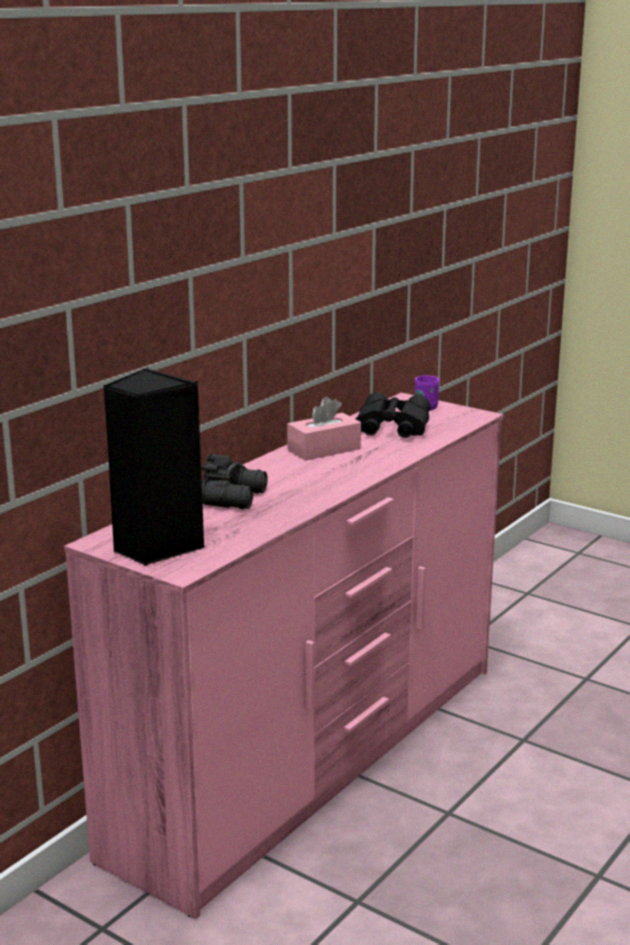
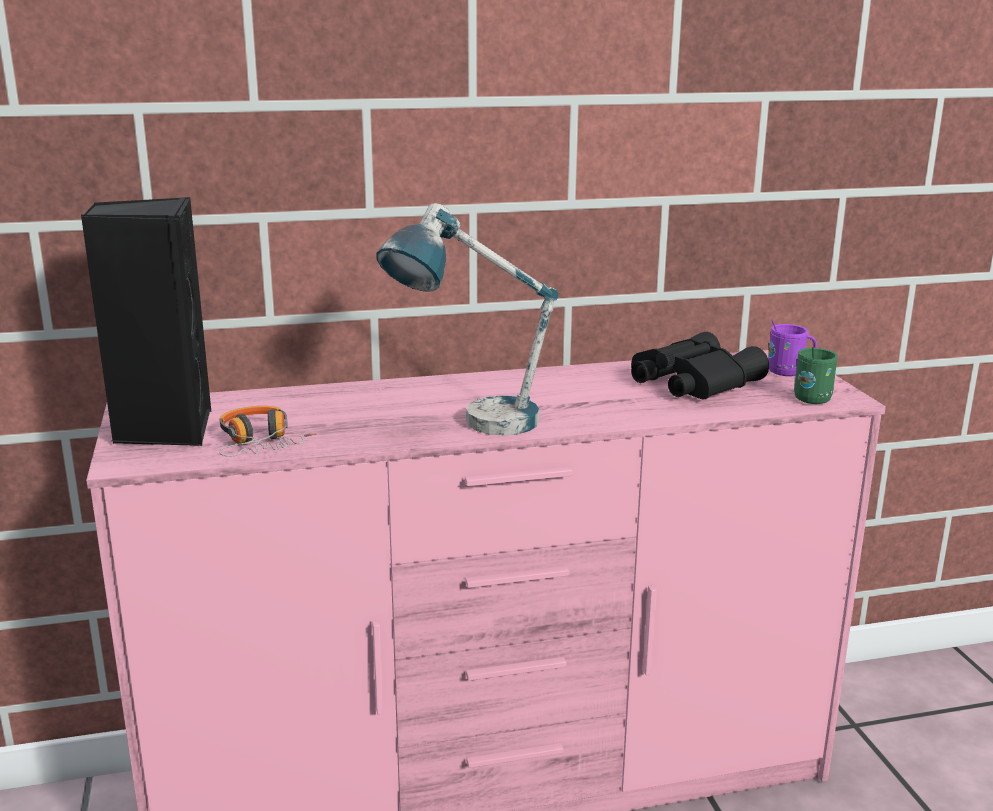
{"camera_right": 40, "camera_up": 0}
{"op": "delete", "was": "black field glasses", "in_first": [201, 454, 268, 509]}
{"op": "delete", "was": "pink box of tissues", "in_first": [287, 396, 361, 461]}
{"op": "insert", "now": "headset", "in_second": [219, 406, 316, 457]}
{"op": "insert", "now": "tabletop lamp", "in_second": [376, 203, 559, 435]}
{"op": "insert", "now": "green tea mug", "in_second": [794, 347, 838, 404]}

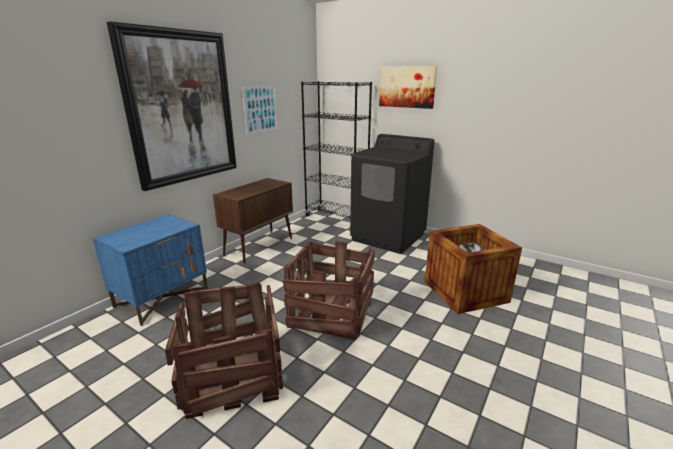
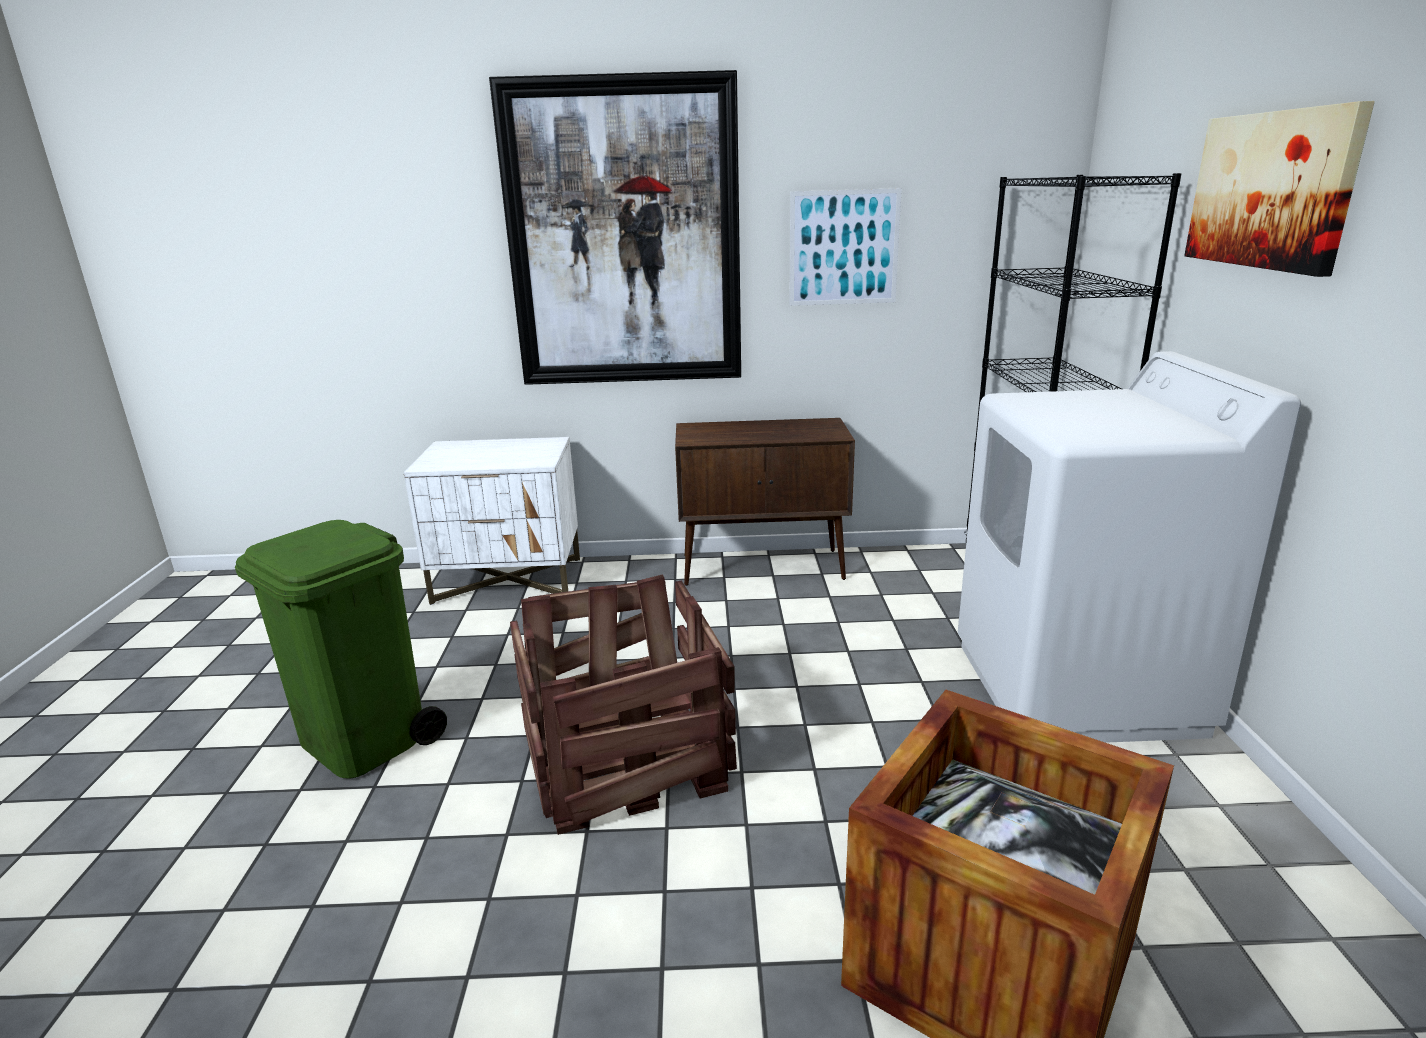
{"camera_right": 55, "camera_up": 0}
{"op": "replace", "was": "packing crate", "now": "green waste bin", "in_first": [165, 282, 283, 419], "in_second": [235, 520, 447, 779]}
{"op": "recolor", "was": "blue night table", "now": "white-coloured night table", "in_first": [92, 214, 208, 326], "in_second": [404, 437, 580, 605]}
{"op": "recolor", "was": "black washing machine", "now": "white-coloured washing machine", "in_first": [350, 134, 435, 254], "in_second": [958, 351, 1301, 743]}

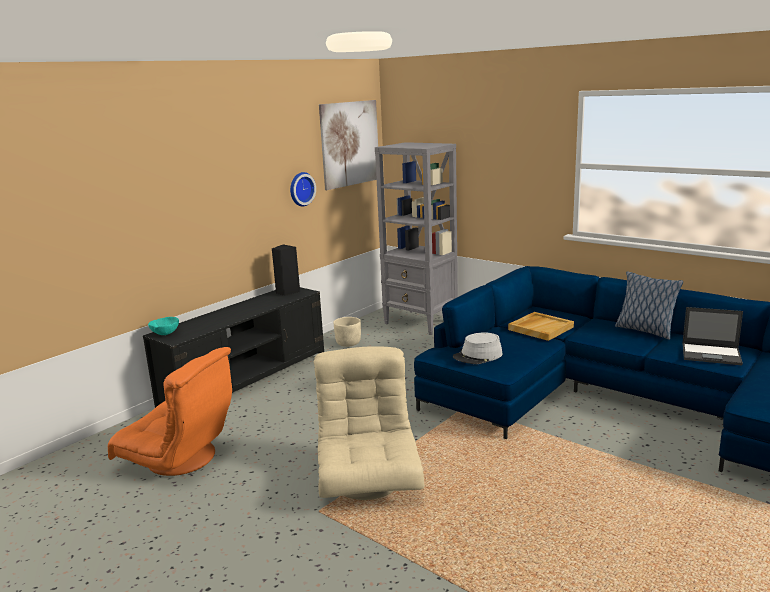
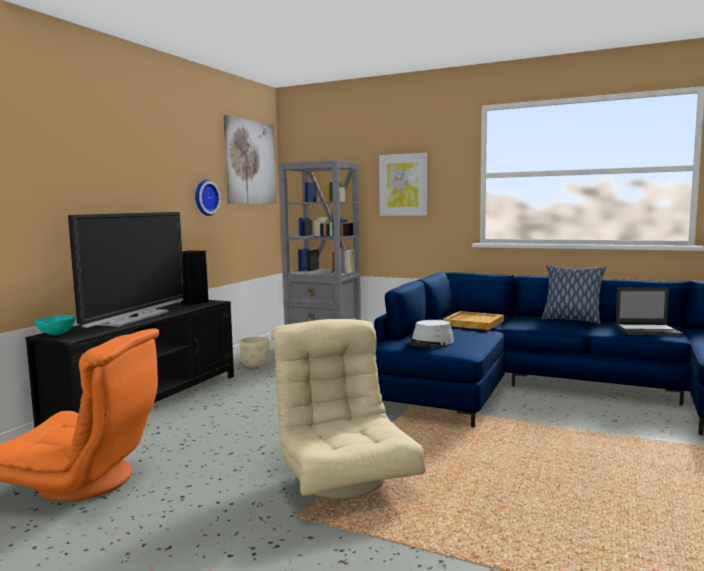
{"camera_right": -15, "camera_up": -10}
{"op": "insert", "now": "television", "in_second": [68, 212, 185, 328]}
{"op": "insert", "now": "wall art", "in_second": [379, 153, 427, 216]}

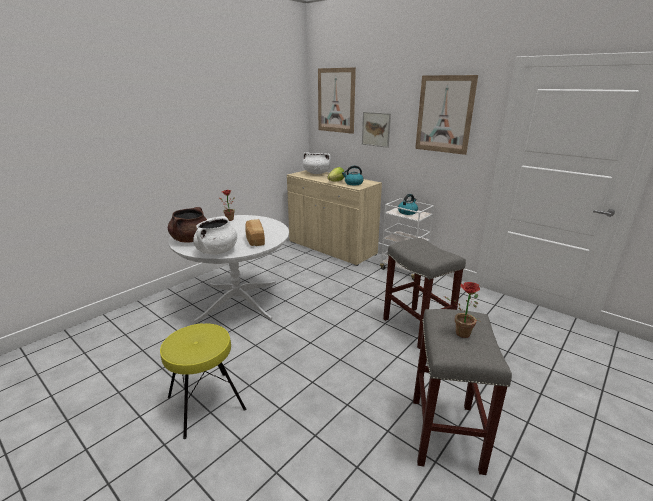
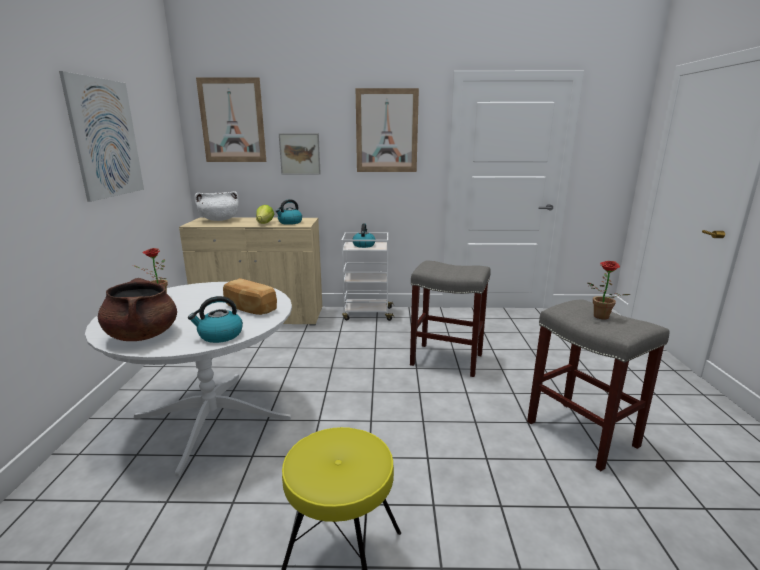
{"camera_right": -40, "camera_up": -5}
{"op": "insert", "now": "wall art", "in_second": [59, 71, 144, 202]}
{"op": "replace", "was": "white-coloured cooking pot", "now": "kettle", "in_first": [193, 216, 237, 254], "in_second": [188, 296, 243, 343]}

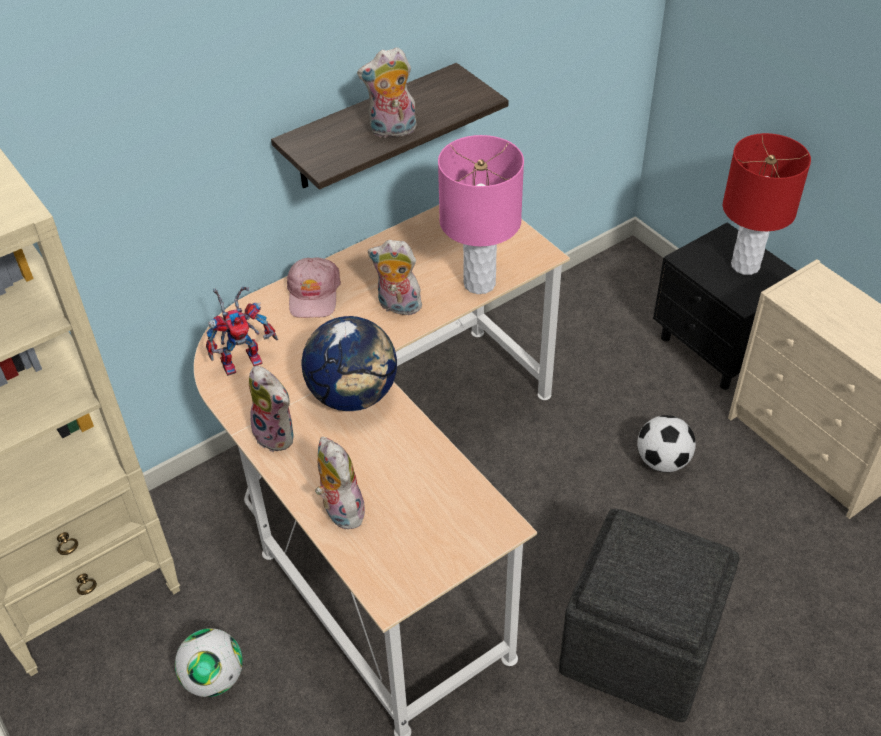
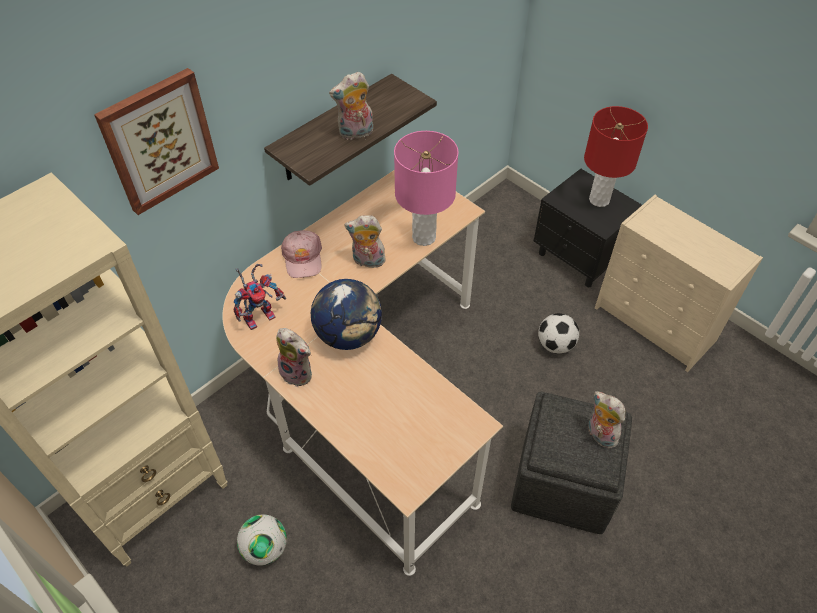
{"camera_right": -10, "camera_up": 5}
{"op": "insert", "now": "wall art", "in_second": [94, 68, 219, 215]}
{"op": "move", "was": "cuddly toy", "in_first": [315, 437, 365, 529], "in_second": [588, 391, 625, 448]}

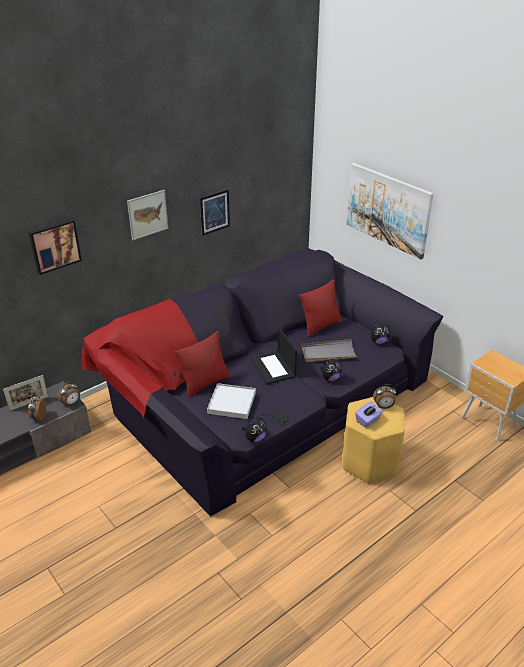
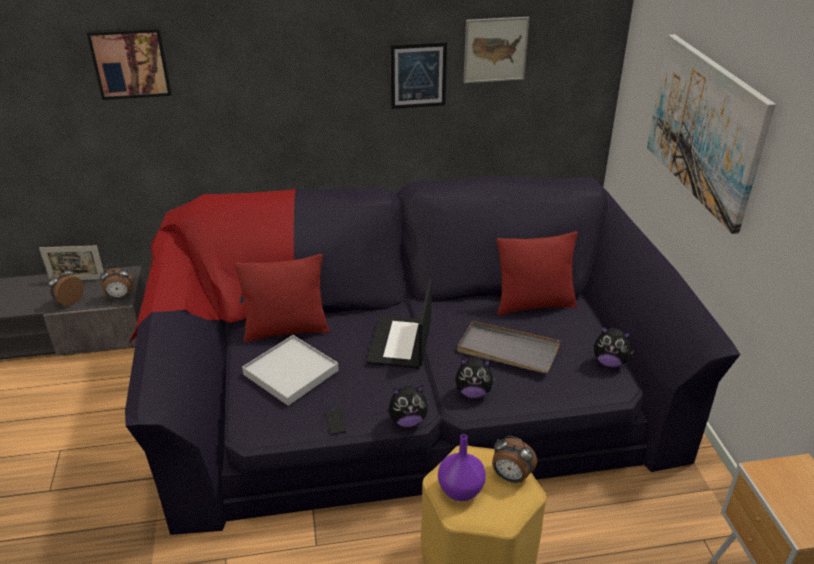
{"camera_right": 30, "camera_up": 0}
{"op": "move", "was": "wall art", "in_first": [127, 190, 168, 240], "in_second": [464, 17, 530, 83]}
{"op": "move", "was": "cuddly toy", "in_first": [242, 415, 267, 442], "in_second": [389, 385, 429, 427]}
{"op": "replace", "was": "purple-coloured box of tissues", "now": "purple-coloured decorative vase", "in_first": [355, 402, 383, 428], "in_second": [438, 434, 486, 501]}

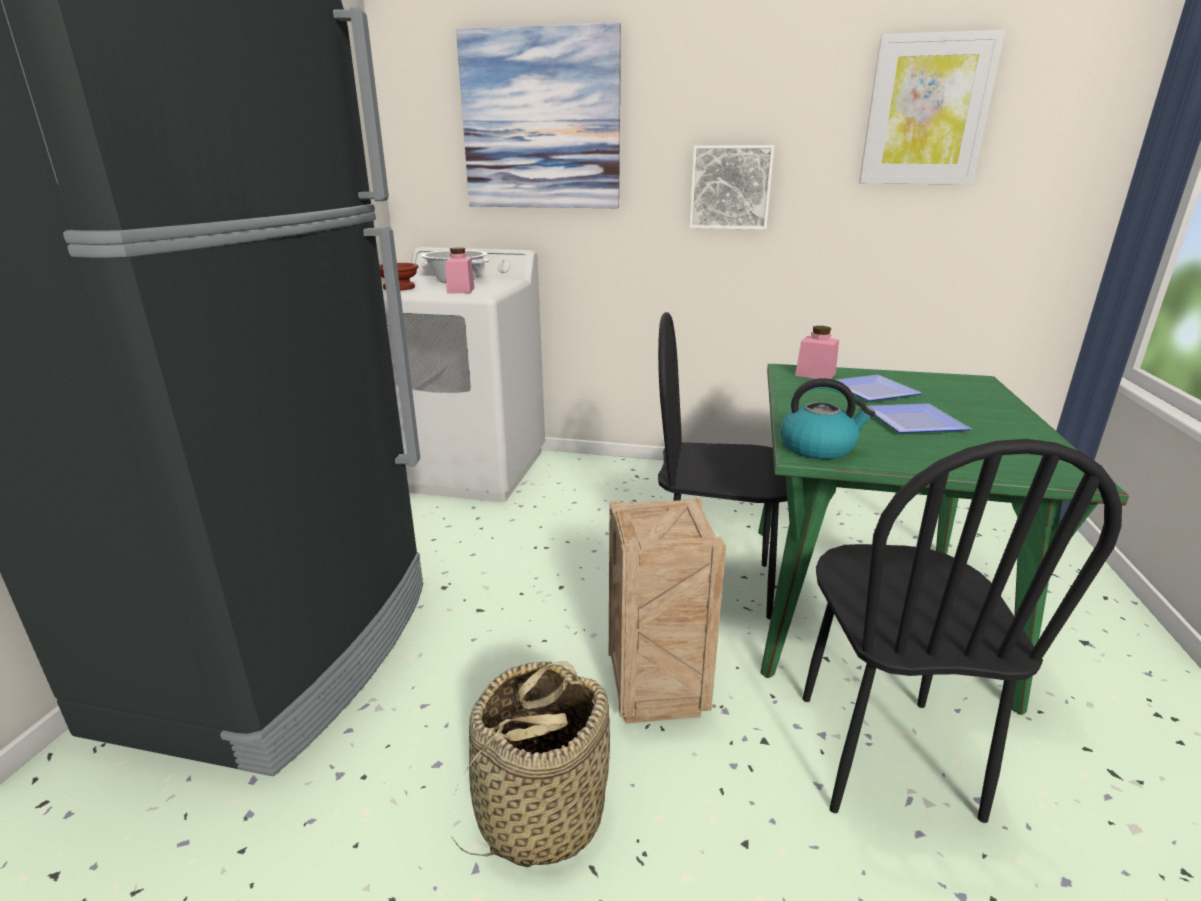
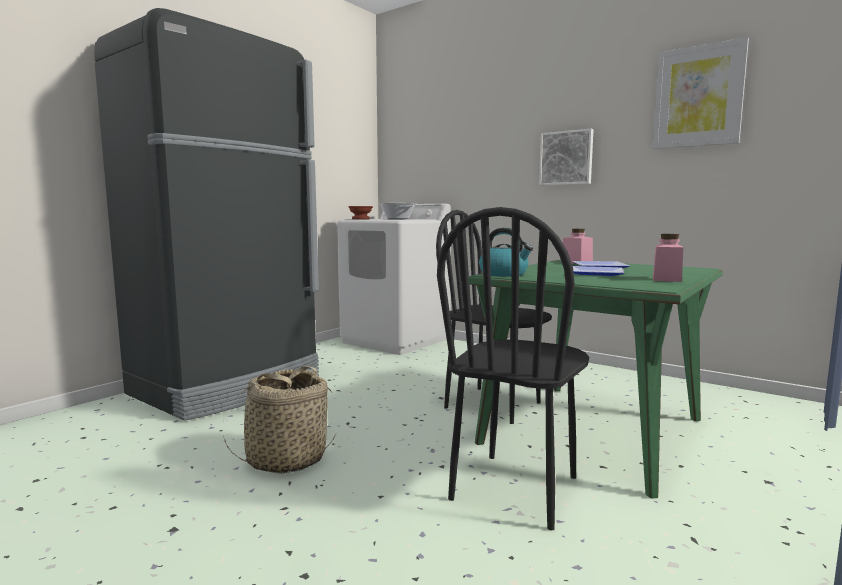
{"camera_right": 25, "camera_up": -15}
{"op": "delete", "was": "wall art", "in_first": [456, 22, 621, 208]}
{"op": "delete", "was": "packing crate", "in_first": [609, 498, 726, 724]}
{"op": "move", "was": "pink jar", "in_first": [445, 247, 475, 293], "in_second": [653, 234, 683, 282]}

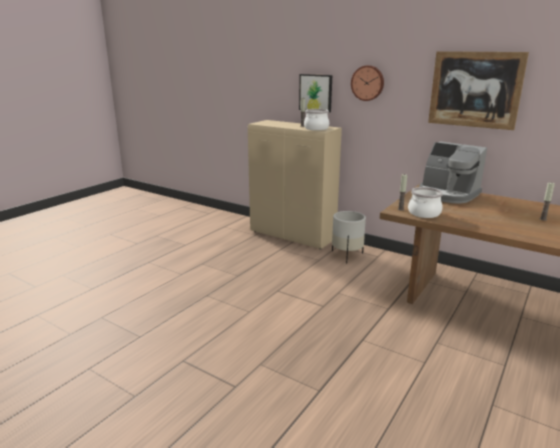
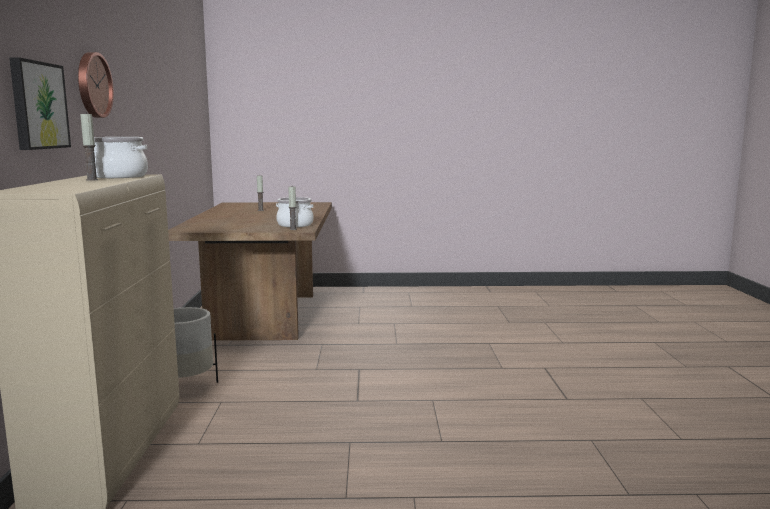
{"camera_right": -125, "camera_up": -10}
{"op": "delete", "was": "coffee machine", "in_first": [419, 141, 487, 204]}
{"op": "delete", "was": "wall art", "in_first": [428, 51, 529, 130]}

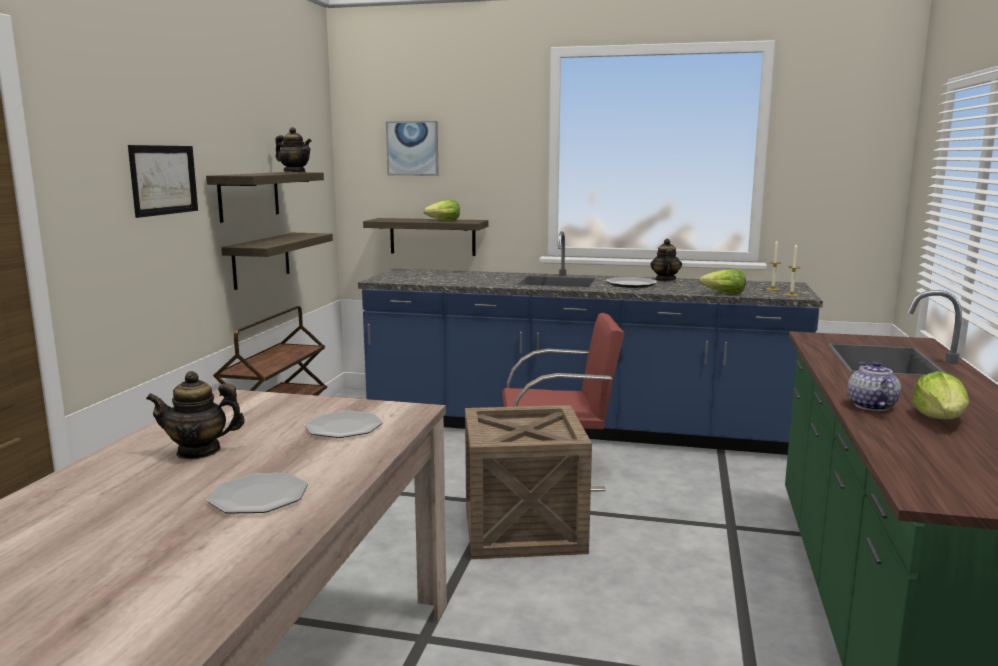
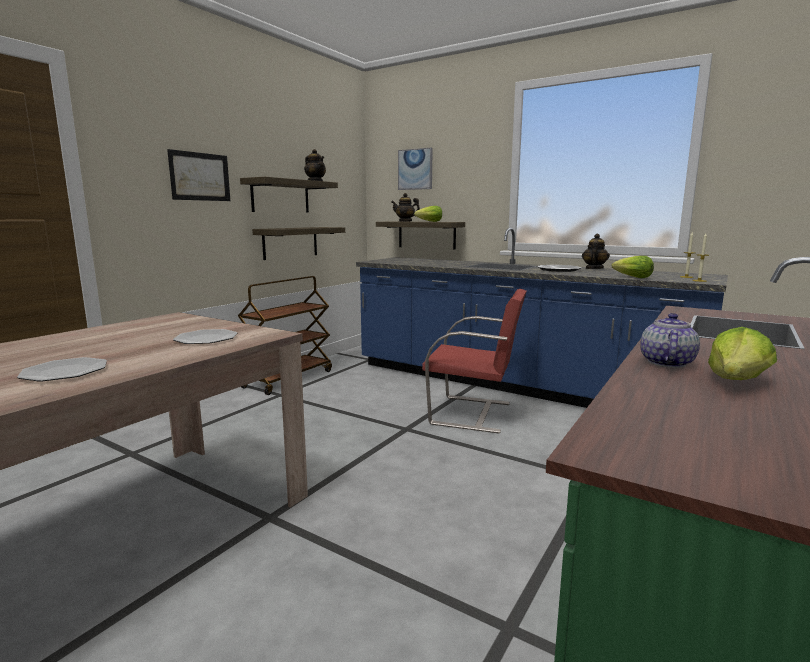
{"camera_right": 20, "camera_up": 0}
{"op": "delete", "was": "packing crate", "in_first": [465, 405, 592, 559]}
{"op": "move", "was": "tea pot", "in_first": [146, 371, 245, 459], "in_second": [391, 193, 420, 222]}

